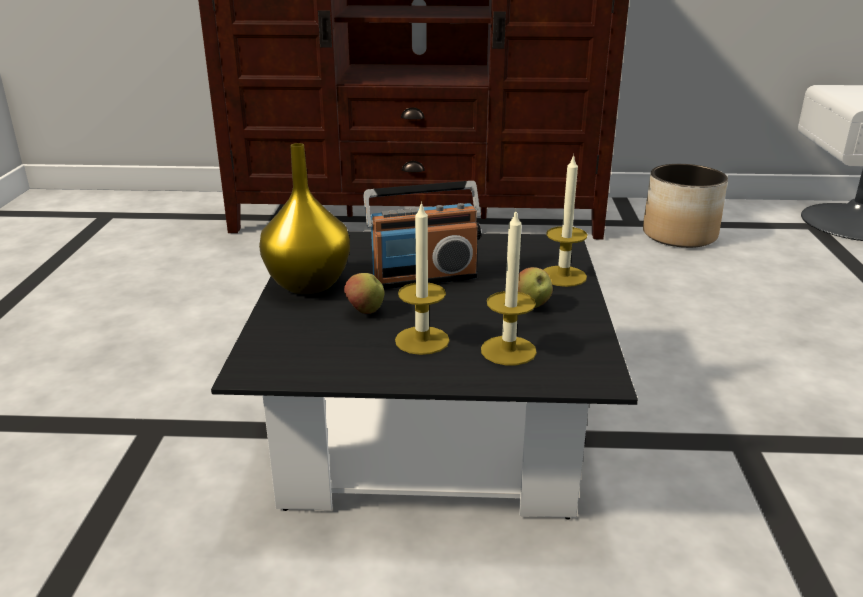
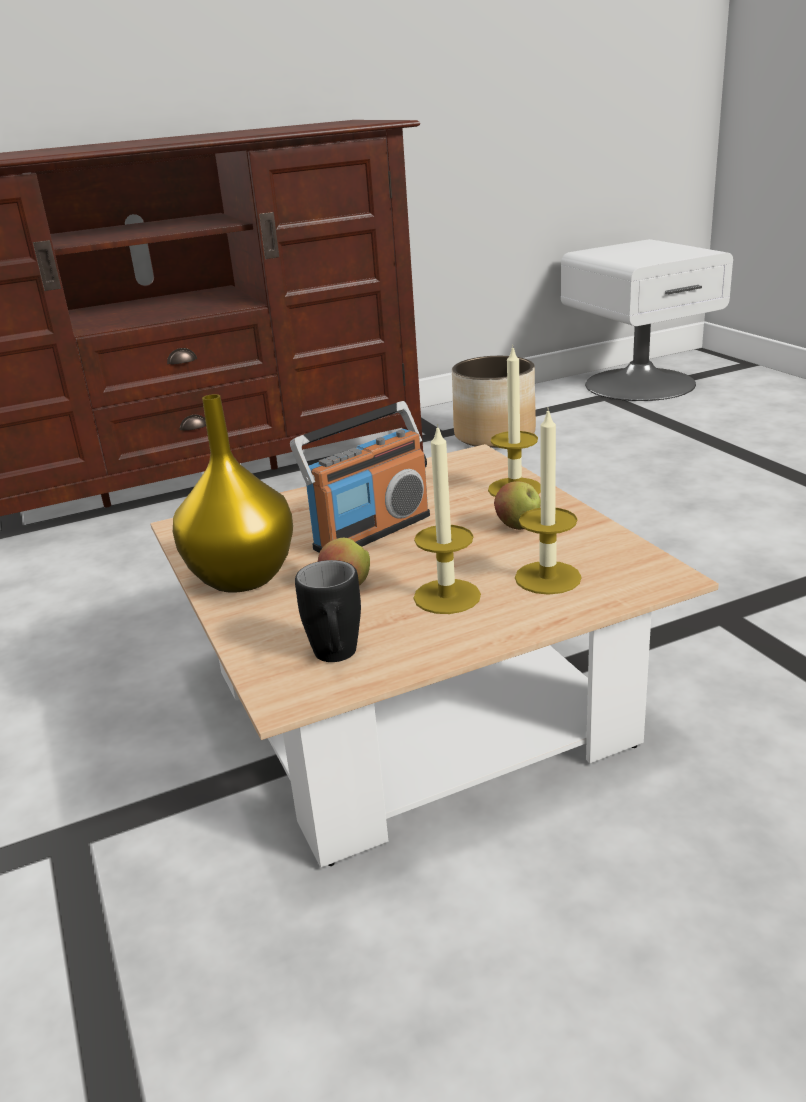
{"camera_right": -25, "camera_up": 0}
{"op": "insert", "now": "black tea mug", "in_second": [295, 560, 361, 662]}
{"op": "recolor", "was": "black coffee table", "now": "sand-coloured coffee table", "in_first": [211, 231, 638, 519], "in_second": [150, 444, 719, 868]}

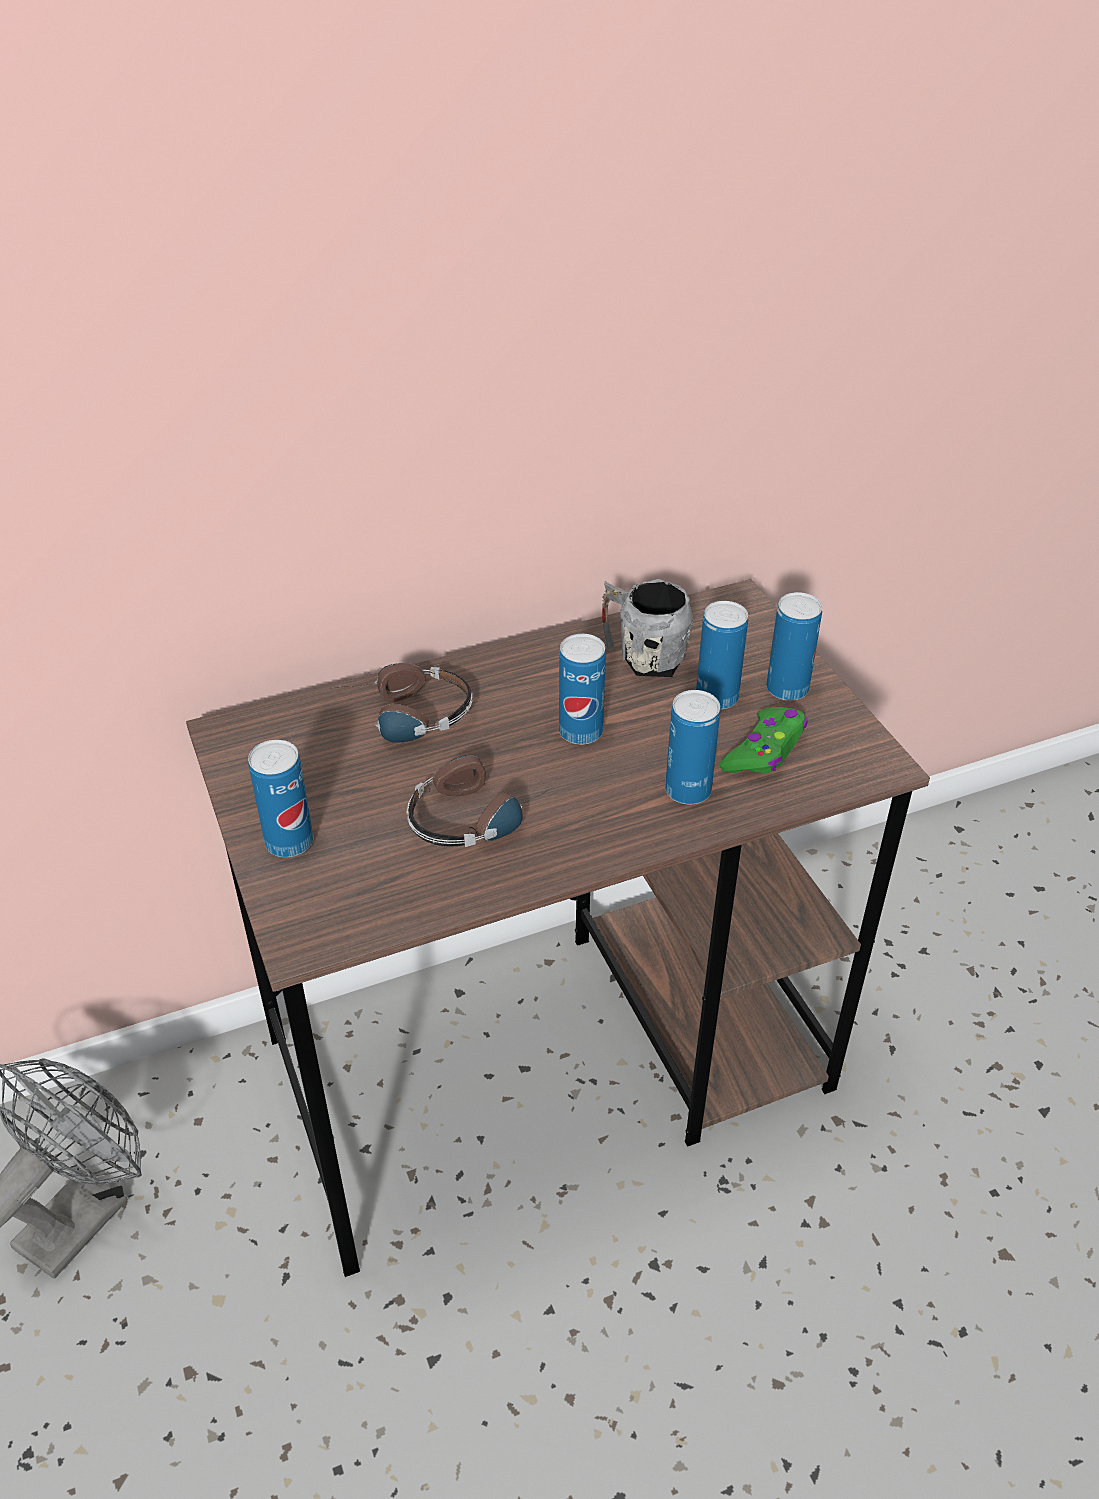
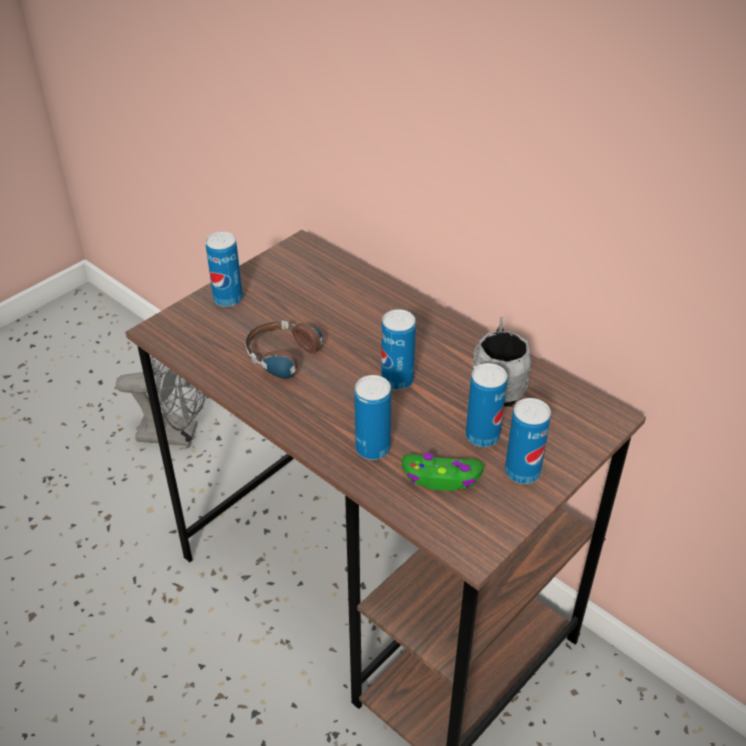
{"camera_right": 65, "camera_up": 0}
{"op": "delete", "was": "headset", "in_first": [329, 663, 472, 743]}

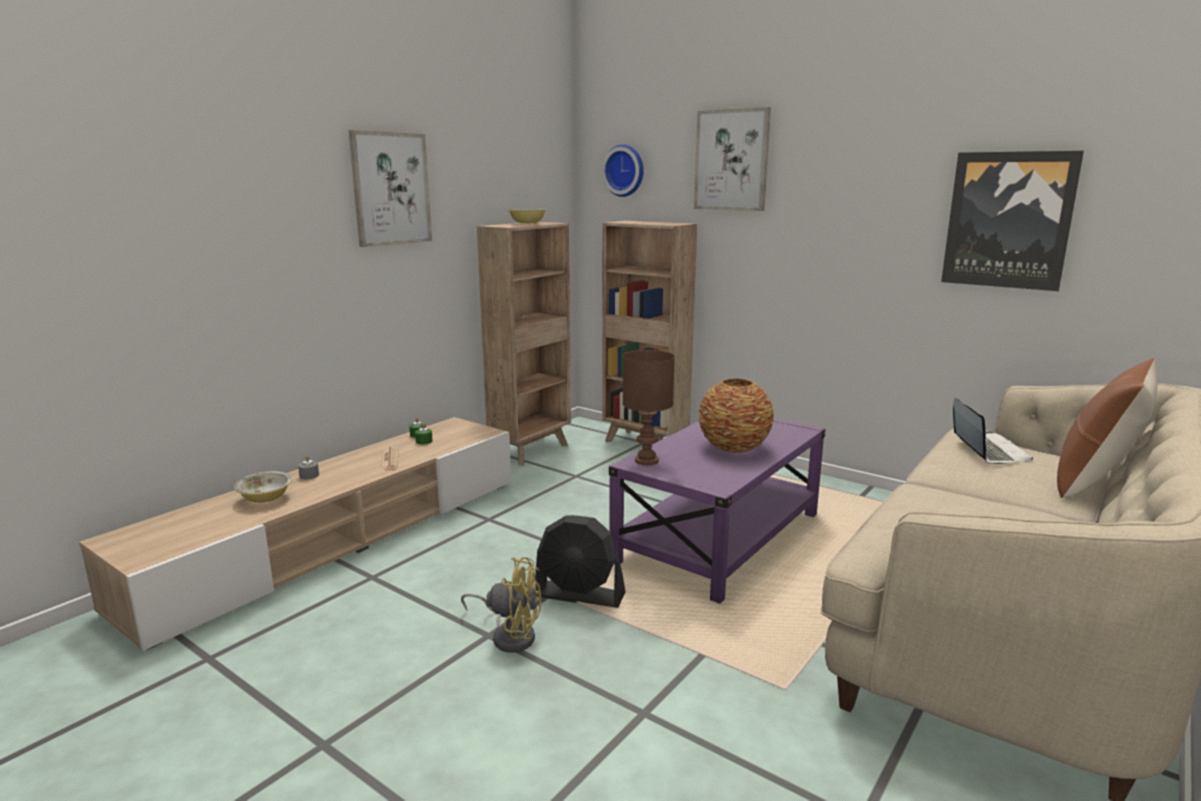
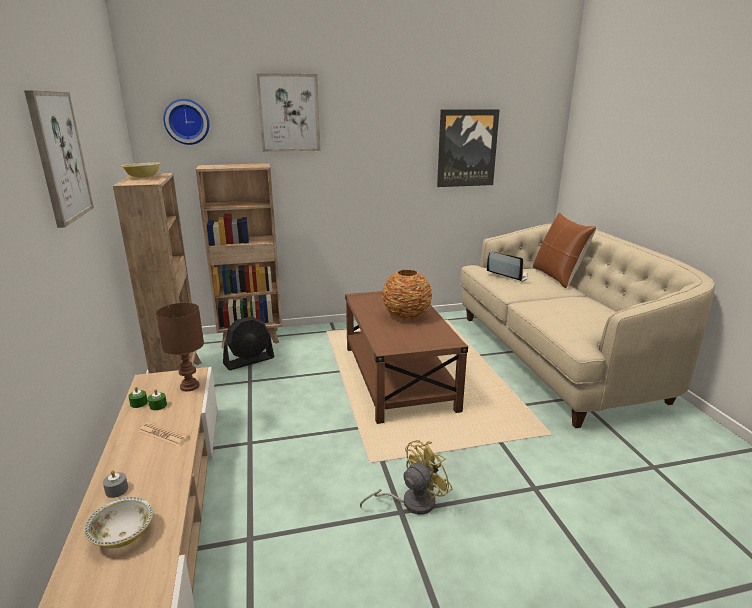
{"camera_right": -50, "camera_up": 5}
{"op": "move", "was": "black cooling fan", "in_first": [535, 515, 625, 608], "in_second": [223, 316, 275, 370]}
{"op": "move", "was": "brownish tabletop lamp", "in_first": [623, 350, 675, 465], "in_second": [156, 302, 204, 391]}
{"op": "recolor", "was": "purple-coloured coffee table", "now": "brownish coffee table", "in_first": [609, 418, 826, 604], "in_second": [345, 291, 468, 424]}

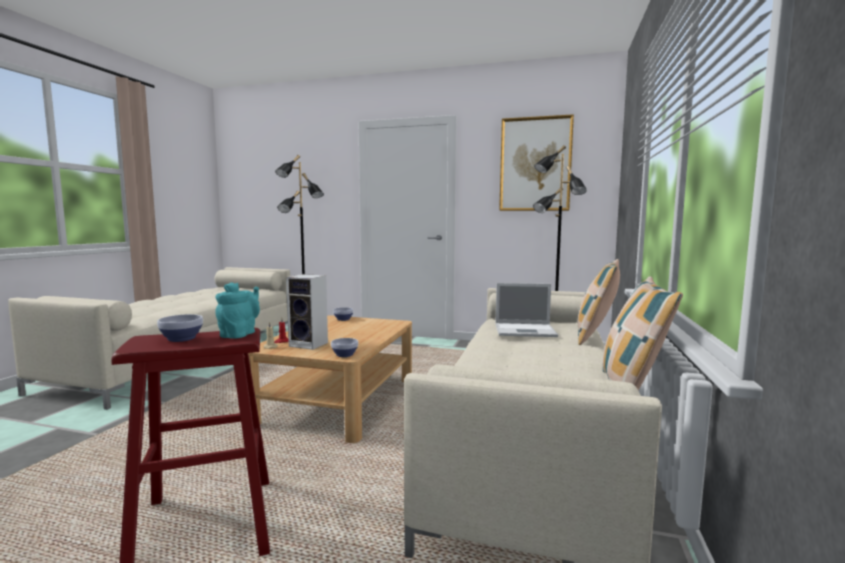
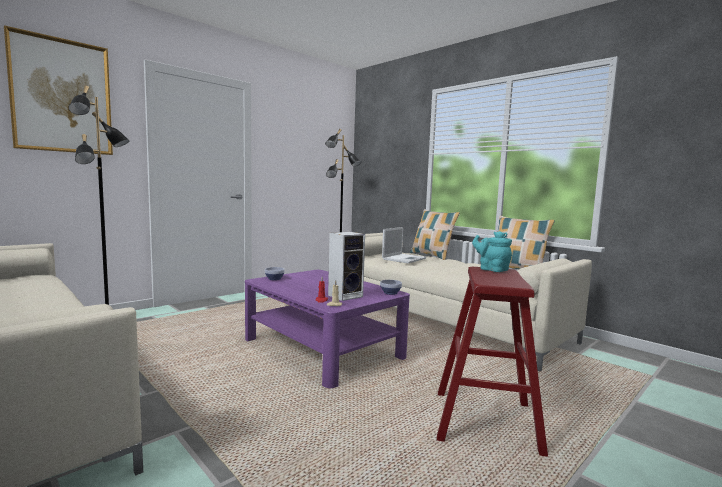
{"camera_right": -60, "camera_up": 0}
{"op": "delete", "was": "deep dish", "in_first": [157, 314, 203, 342]}
{"op": "move", "was": "wall art", "in_first": [499, 114, 574, 211], "in_second": [4, 25, 113, 155]}
{"op": "recolor", "was": "sand-coloured coffee table", "now": "purple-coloured coffee table", "in_first": [248, 315, 412, 443], "in_second": [245, 270, 410, 388]}

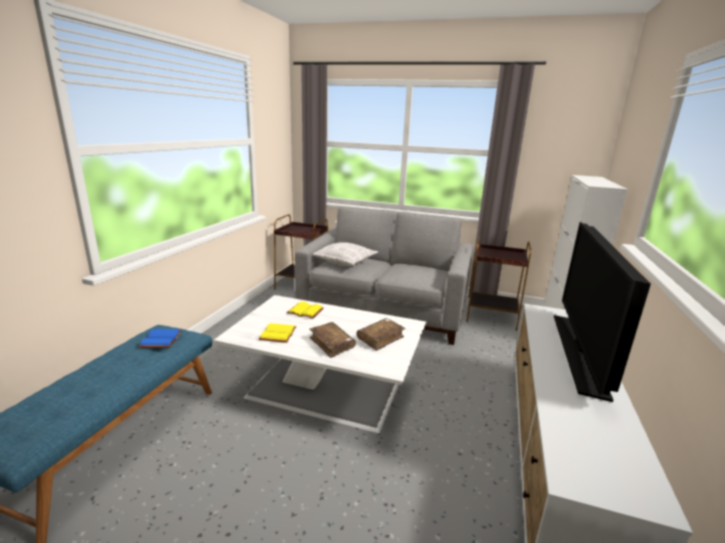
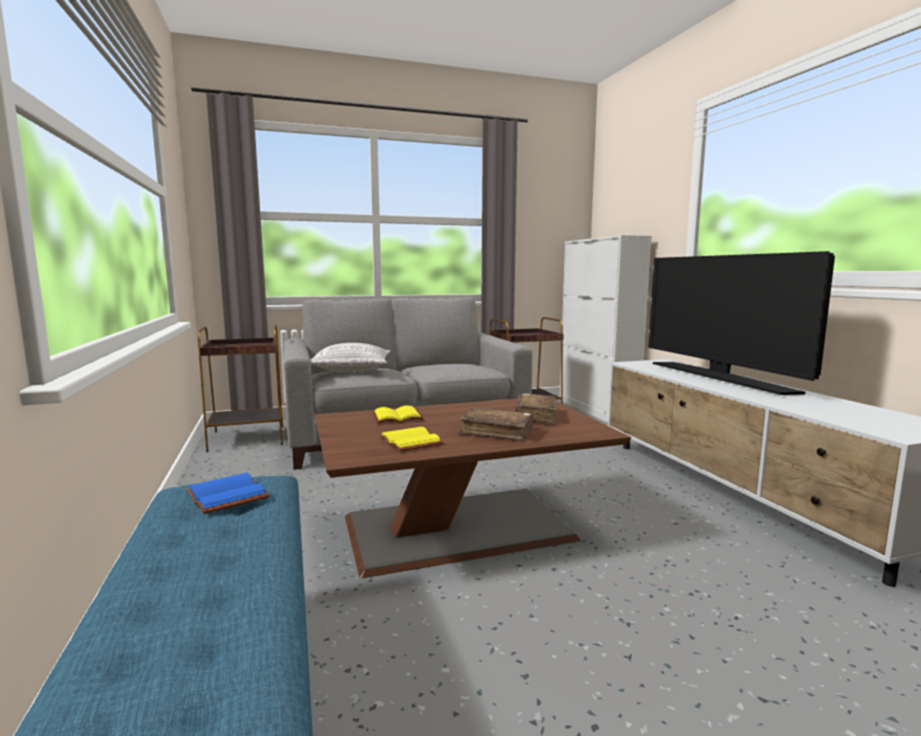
{"camera_right": -35, "camera_up": -10}
{"op": "recolor", "was": "white-coloured coffee table", "now": "brownish coffee table", "in_first": [214, 295, 426, 433], "in_second": [315, 399, 631, 578]}

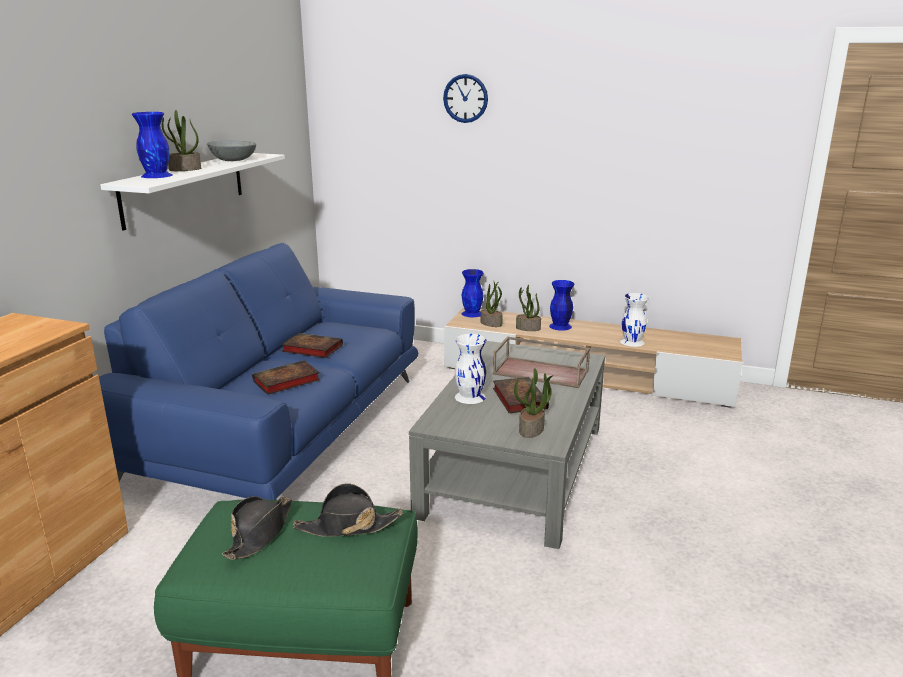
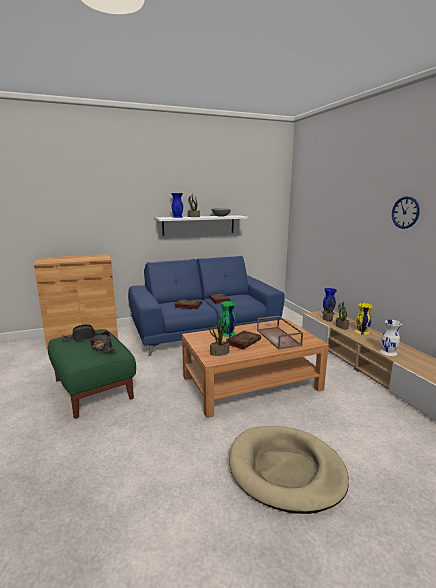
{"camera_right": 50, "camera_up": -5}
{"op": "insert", "now": "sand-coloured pet bed", "in_second": [229, 426, 349, 514]}
{"op": "move", "was": "clock on the wall", "in_first": [443, 74, 488, 123], "in_second": [392, 196, 420, 229]}
{"op": "recolor", "was": "greyish coffee table", "now": "brownish coffee table", "in_first": [409, 341, 605, 549], "in_second": [182, 319, 329, 418]}
{"op": "recolor", "was": "white-coloured decorative vase", "now": "green decorative vase", "in_first": [455, 334, 486, 404], "in_second": [220, 301, 236, 337]}
{"op": "recolor", "was": "blue decorative vase", "now": "yellowish decorative vase", "in_first": [549, 280, 574, 331], "in_second": [355, 303, 373, 335]}

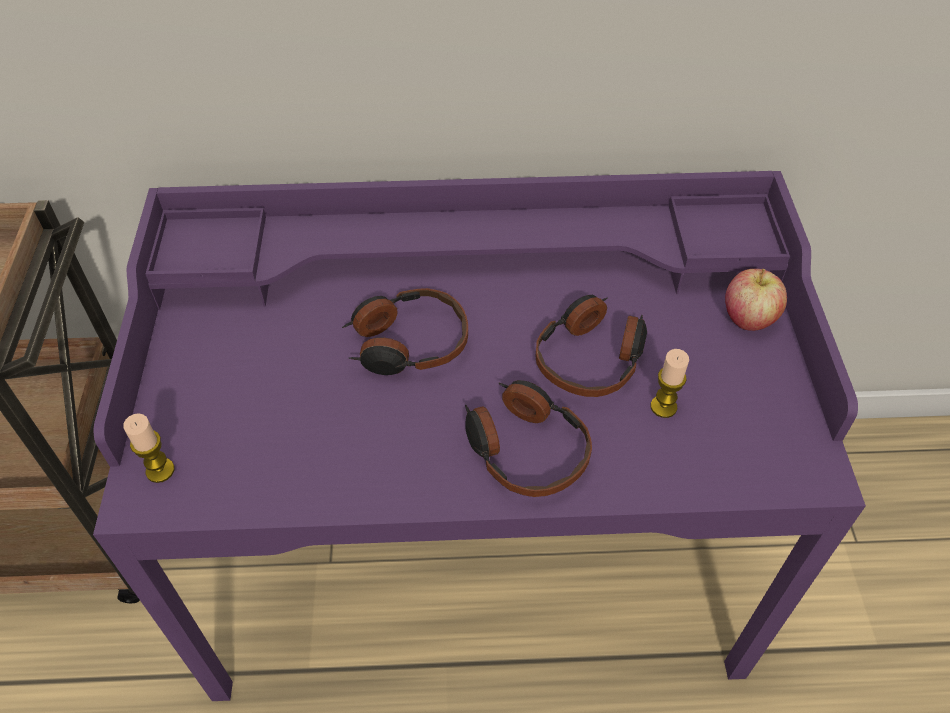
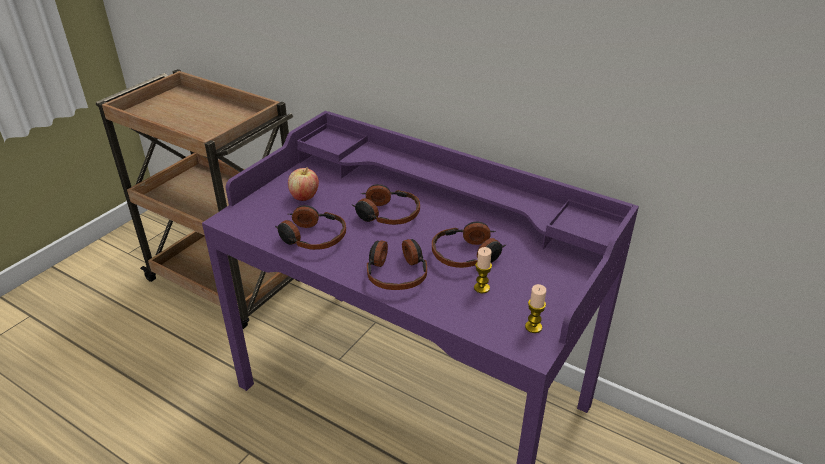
{"camera_right": 35, "camera_up": -15}
{"op": "insert", "now": "headset", "in_second": [275, 205, 346, 250]}
{"op": "move", "was": "wax light", "in_first": [123, 413, 175, 483], "in_second": [525, 284, 546, 333]}
{"op": "move", "was": "whole apple", "in_first": [725, 269, 787, 331], "in_second": [288, 168, 319, 201]}

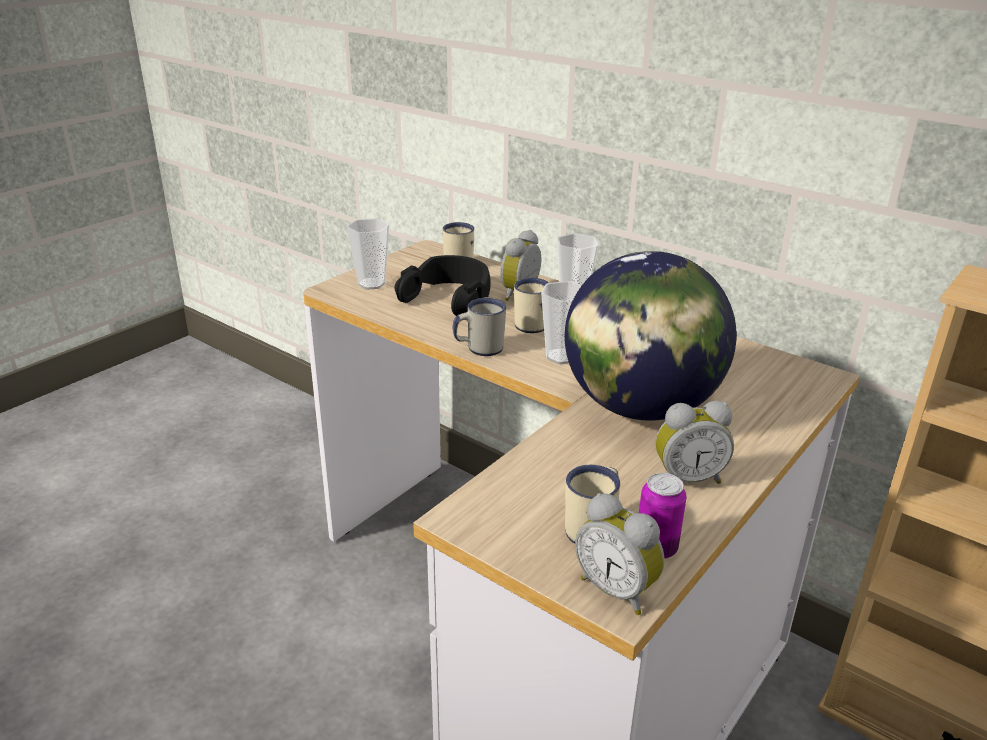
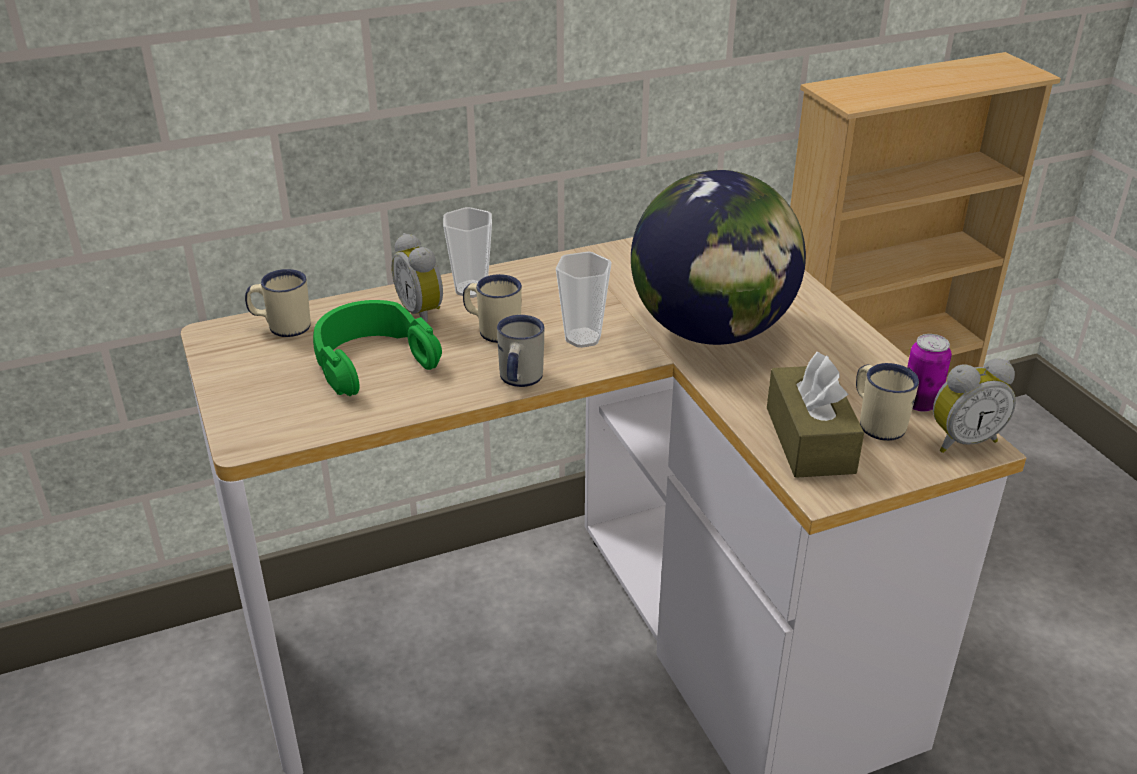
{"camera_right": -60, "camera_up": 5}
{"op": "delete", "was": "cup", "in_first": [347, 218, 389, 290]}
{"op": "delete", "was": "table clock", "in_first": [656, 401, 734, 484]}
{"op": "insert", "now": "brownish box of tissues", "in_second": [767, 352, 864, 478]}
{"op": "recolor", "was": "black headset", "now": "green headset", "in_first": [395, 255, 491, 316], "in_second": [313, 300, 442, 396]}

